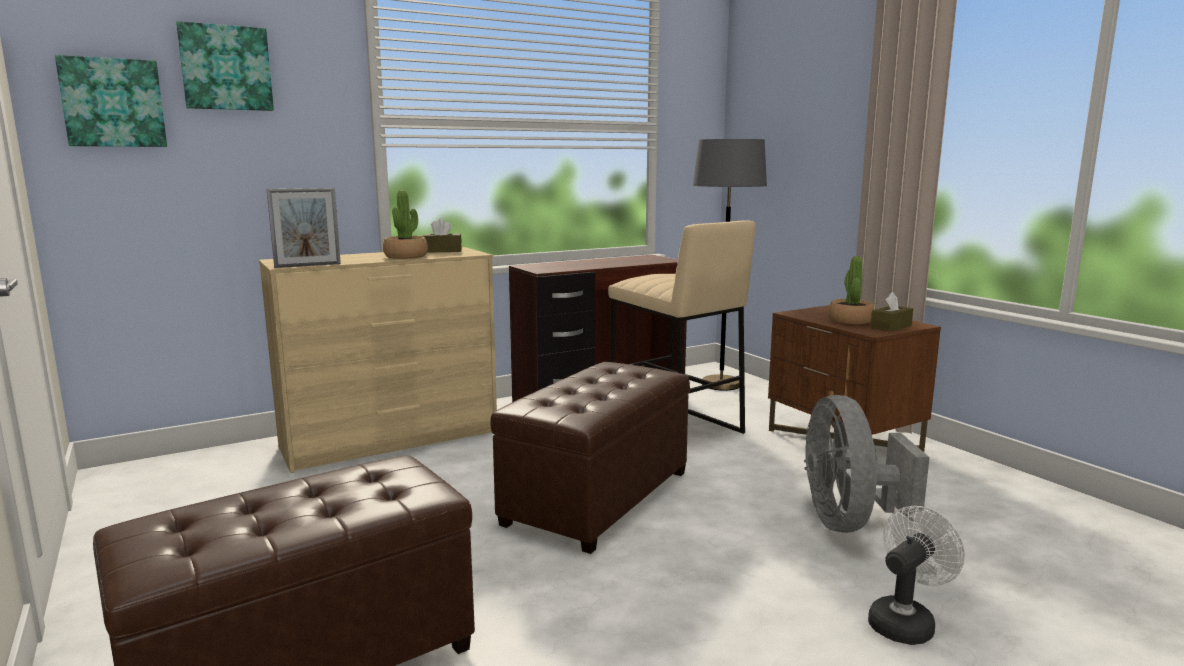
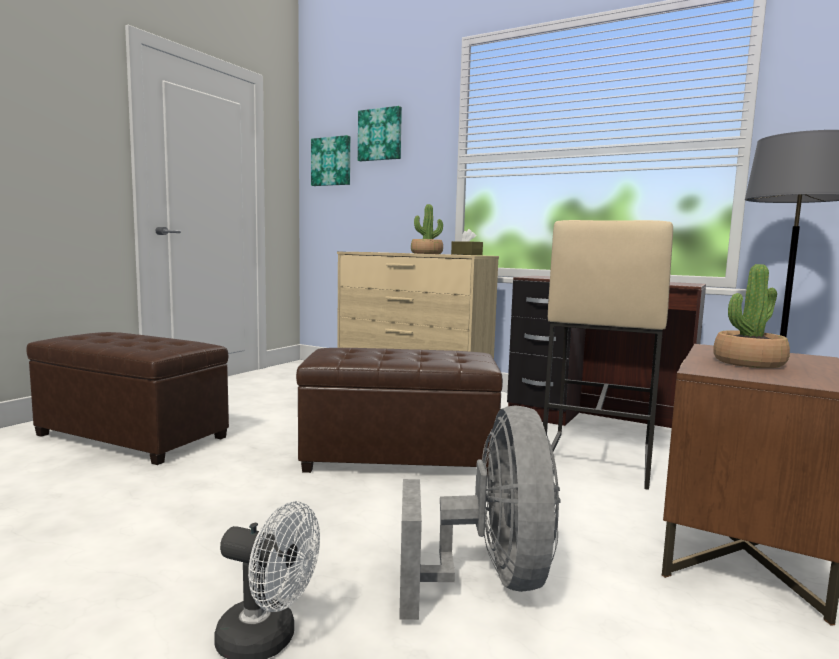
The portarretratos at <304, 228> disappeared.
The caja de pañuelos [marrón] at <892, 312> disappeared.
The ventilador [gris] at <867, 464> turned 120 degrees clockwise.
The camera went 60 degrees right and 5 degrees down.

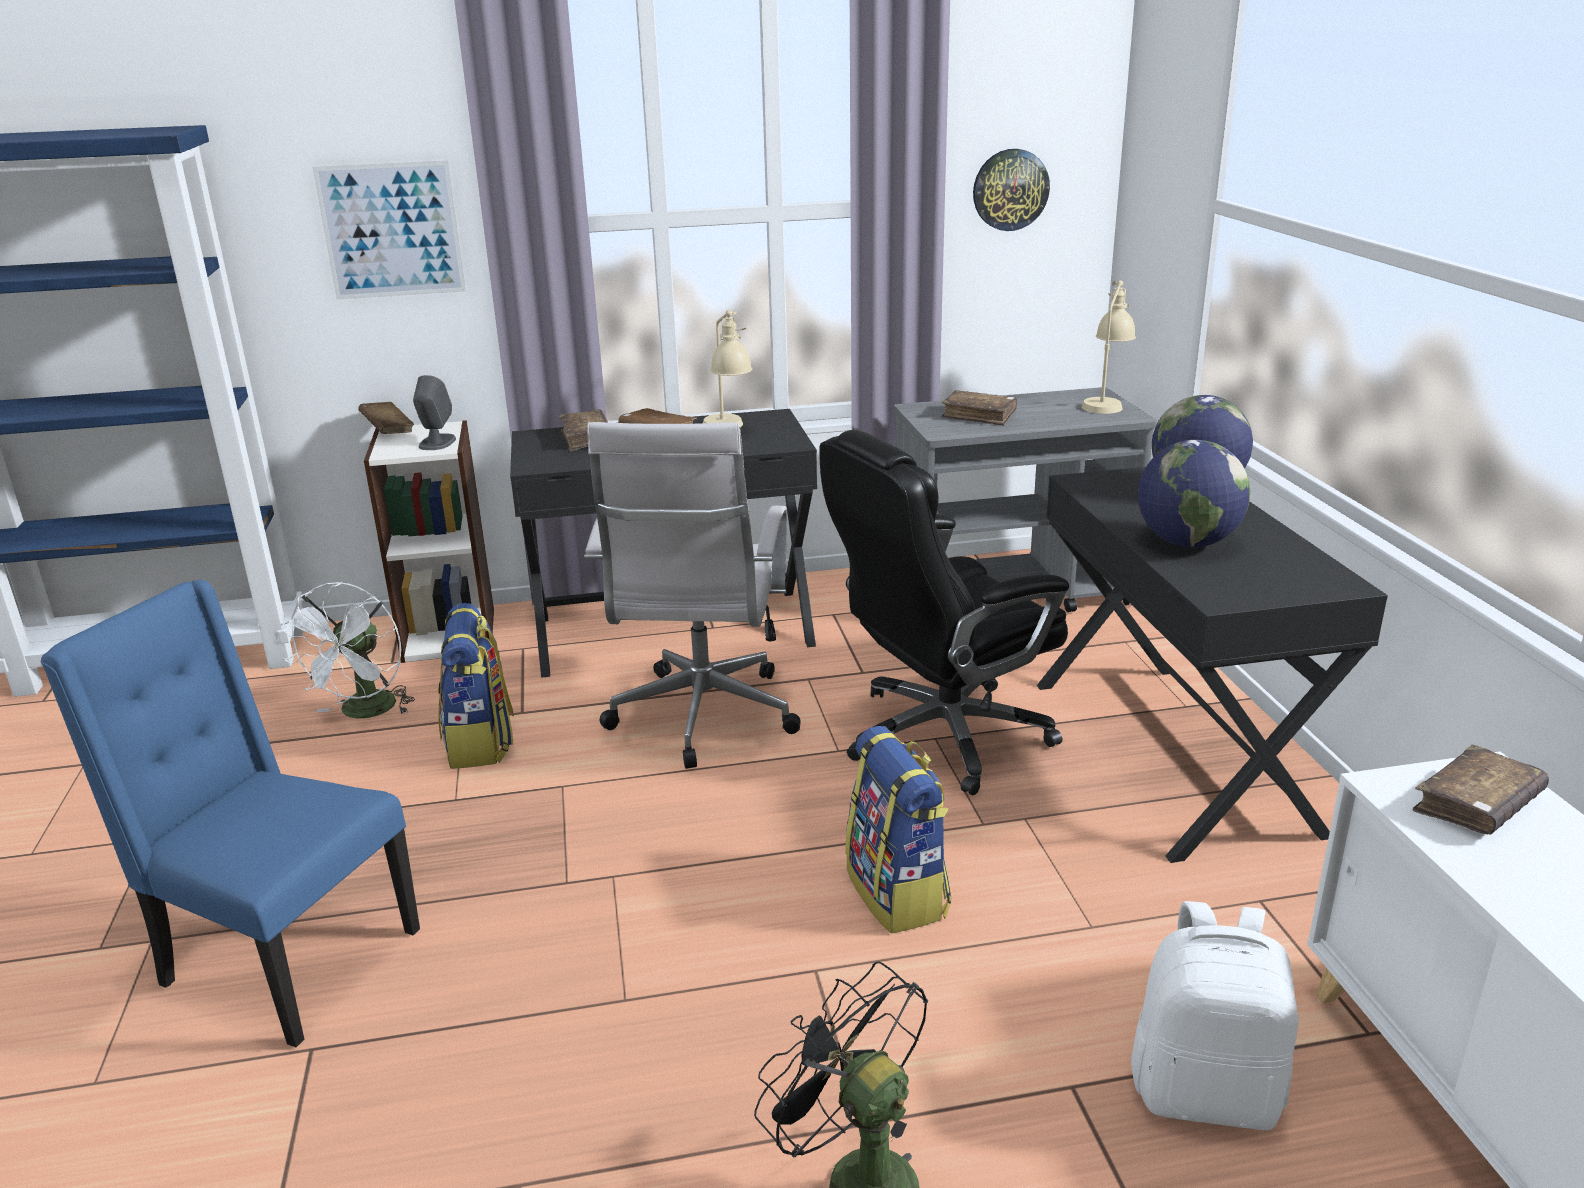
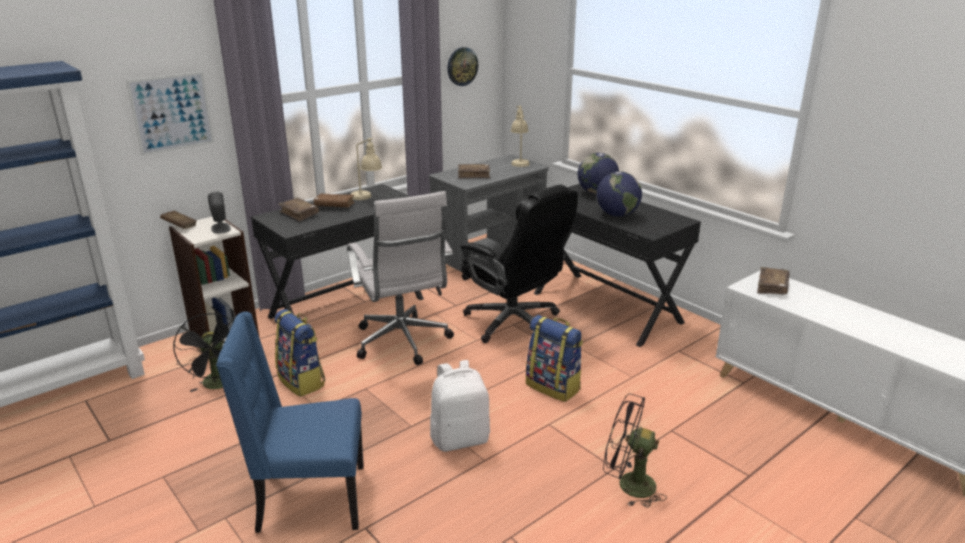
The mochila [blanco] moved from <1214, 1015> to <460, 406>.
The ventilador [blanco] at <348, 650> became the ventilador [negro] at <203, 352>.
The silla de oficina [negro] at <944, 612> turned 75 degrees counterclockwise.
The camera went 30 degrees left and 0 degrees up.

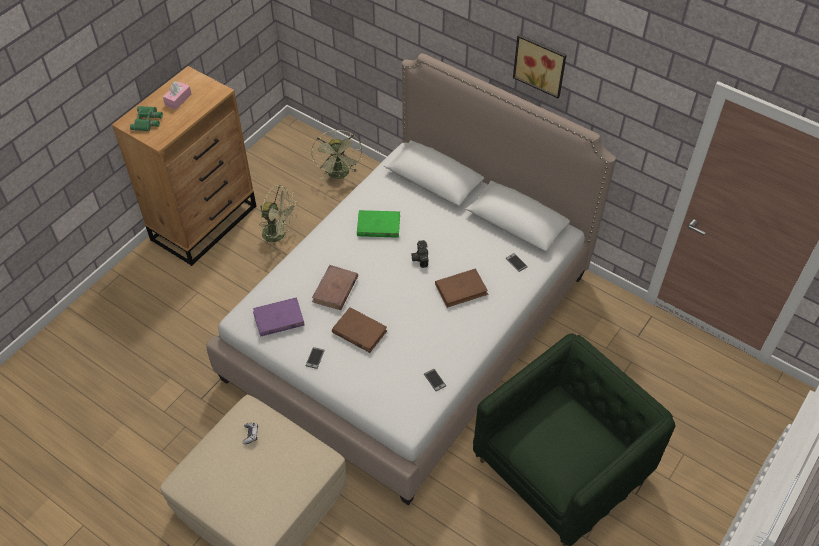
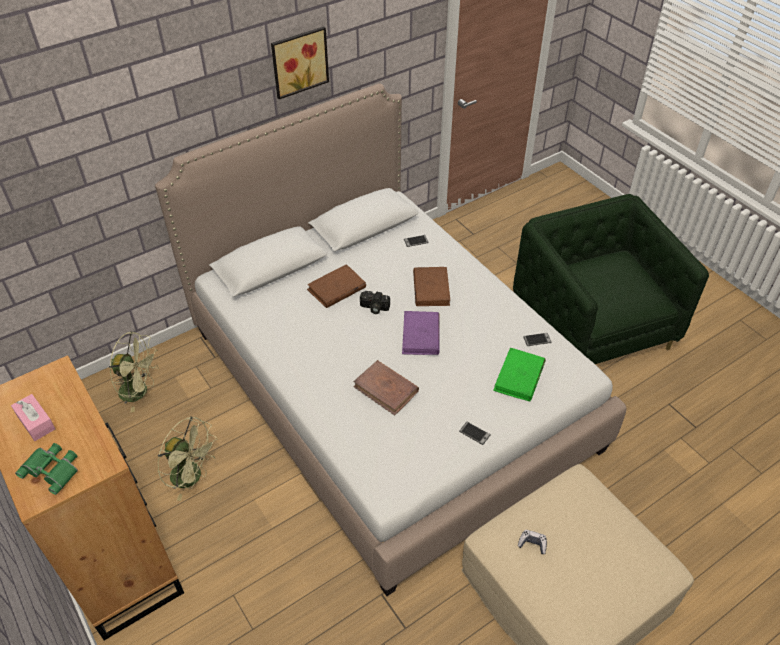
The libro [morado] moved from <279, 317> to <421, 333>.
The libro [marrón] moved from <359, 330> to <336, 286>.
The libro [verde] moved from <378, 224> to <519, 375>.
The ventilador [verde] at <278, 217> turned 75 degrees clockwise.
The camera went 70 degrees left and 5 degrees down.

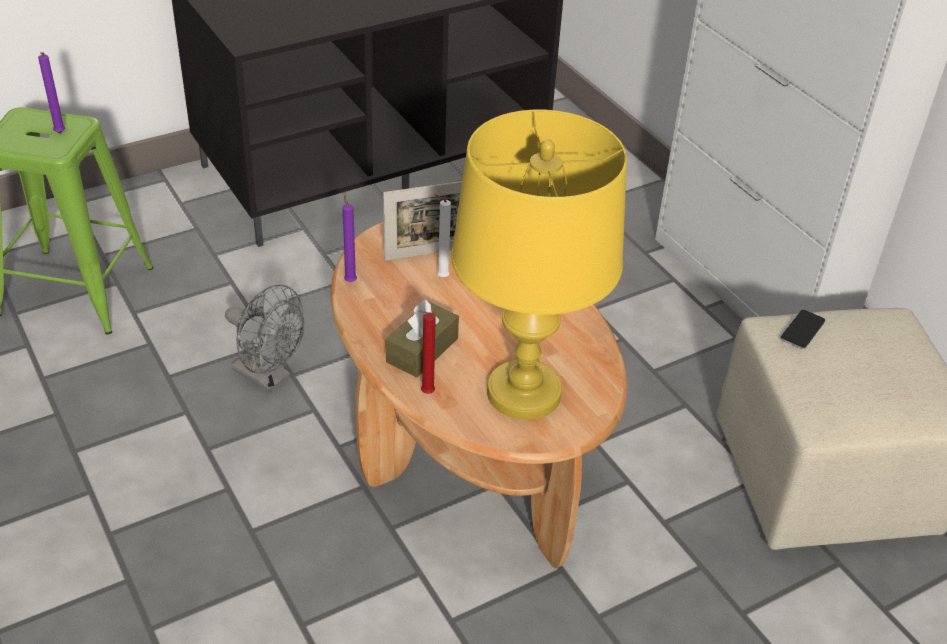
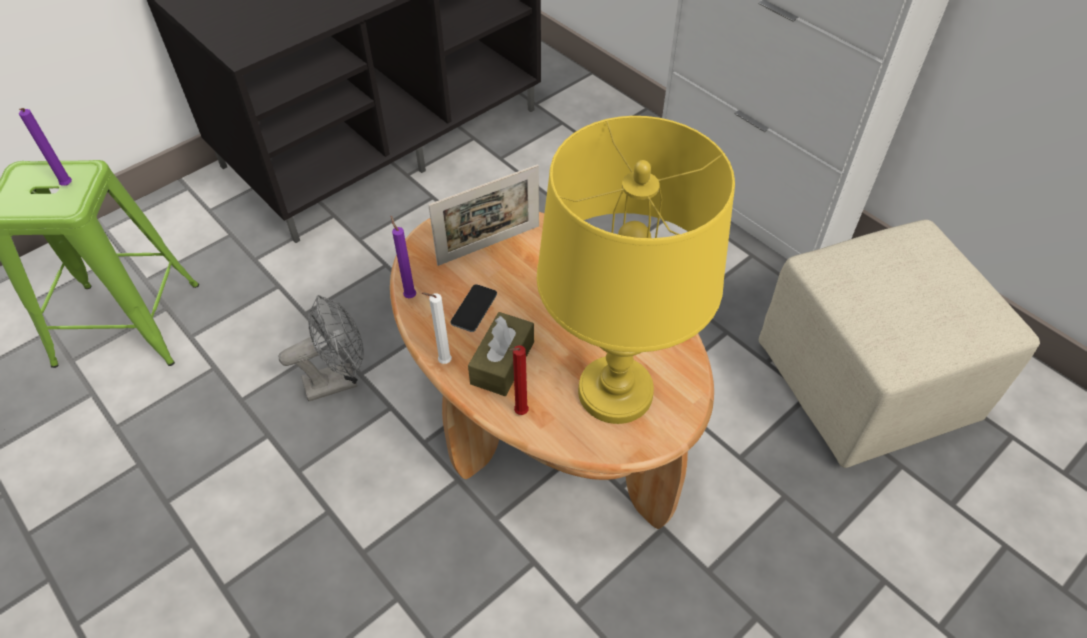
The vela [blanco] moved from <442, 235> to <437, 328>.
The móvil moved from <803, 329> to <474, 308>.
The ventilador [gris] at <264, 337> turned 45 degrees counterclockwise.
The camera went 10 degrees left and 10 degrees up.

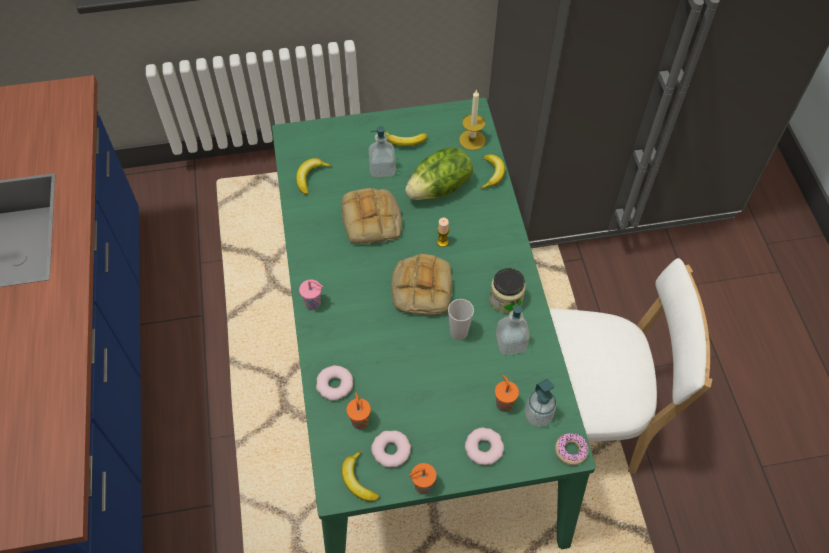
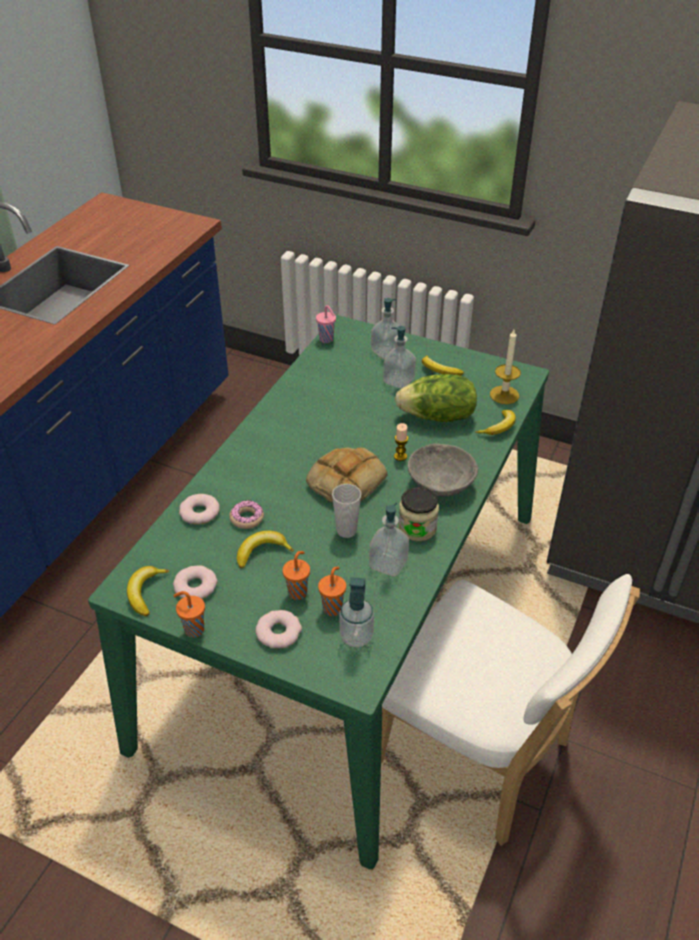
The pan at <372, 216> disappeared.
The dispensador de jabón at <385, 328> appeared.
The cuenco [gris] at <443, 470> appeared.
The plátano moved from <314, 176> to <265, 549>.
The taza [rosa] moved from <311, 295> to <326, 324>.
The taza [naranja] moved from <358, 410> to <296, 575>.
The rosquilla moved from <571, 449> to <246, 514>.
The camera went 35 degrees right and 15 degrees down.

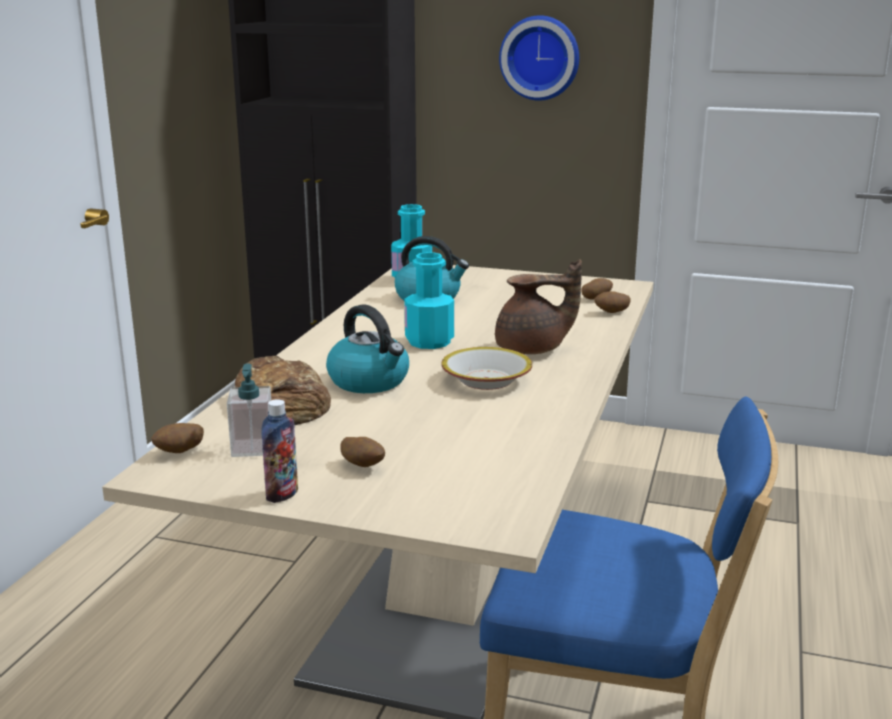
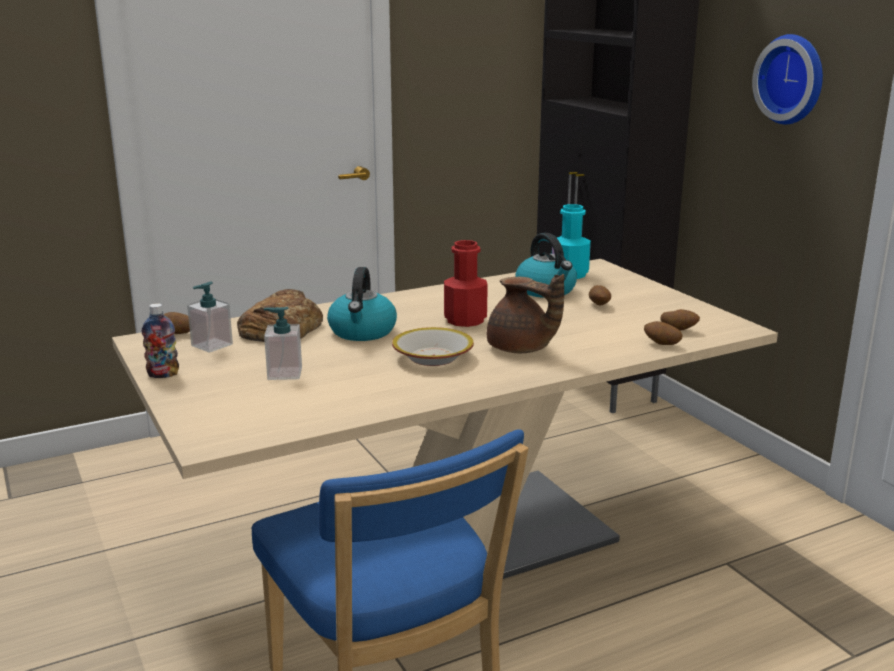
The dispensador de jabón at <283, 343> appeared.
The patata moved from <362, 452> to <600, 295>.
The botella [turquesa] at <429, 300> became the botella [rojo] at <466, 283>.
The camera went 45 degrees right and 0 degrees up.

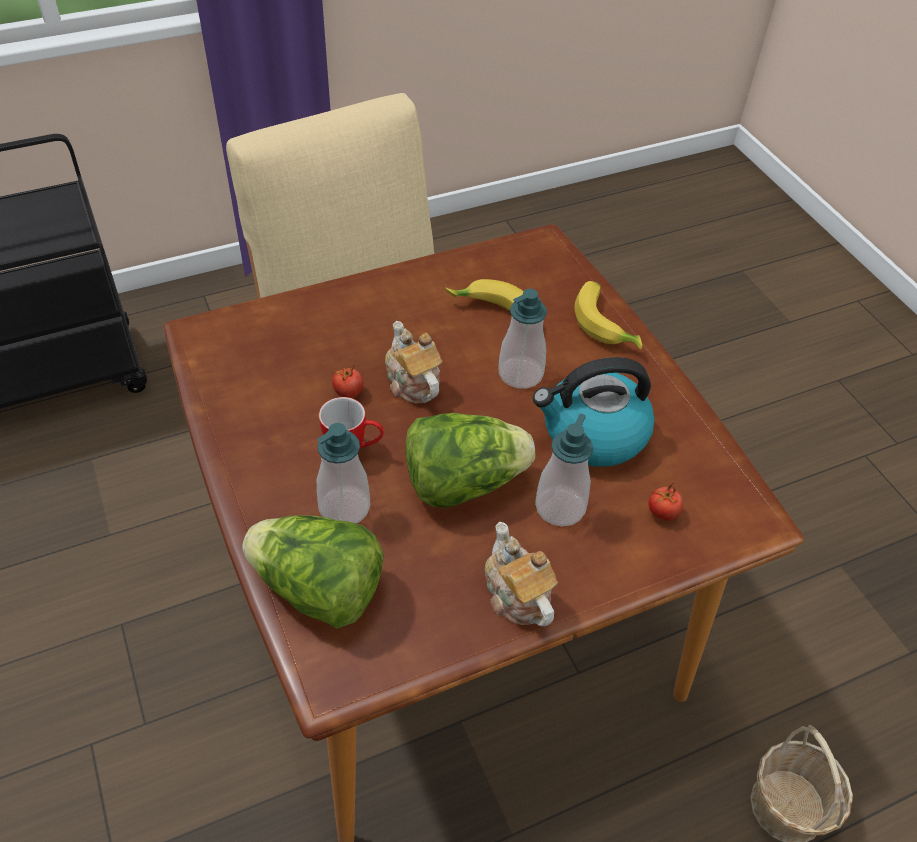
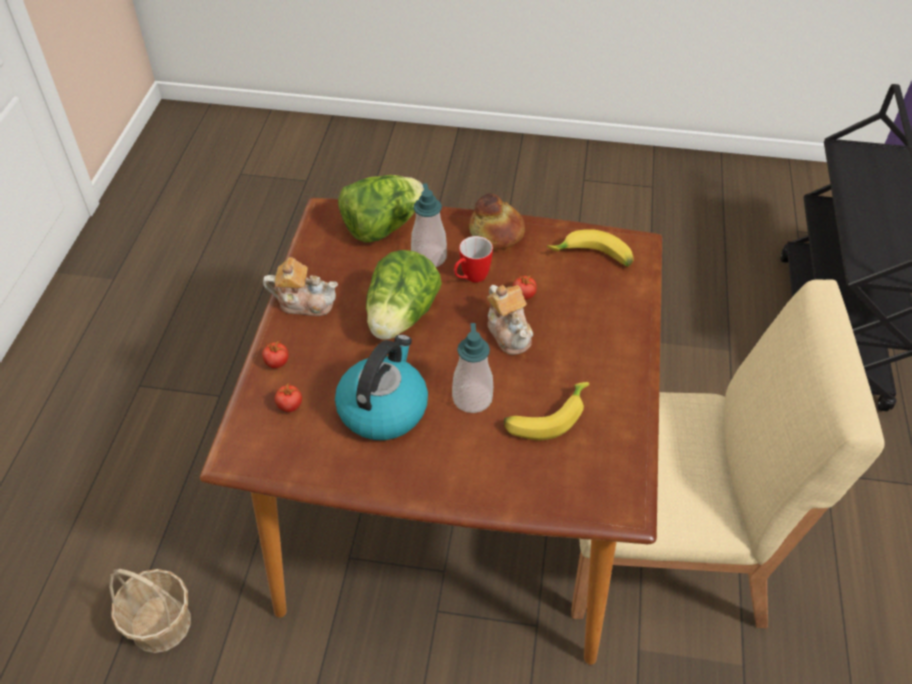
The dispensador de jabón at <564, 470> disappeared.
The tomate at <275, 354> appeared.
The pan at <497, 221> appeared.
The plátano moved from <608, 315> to <590, 248>.
The tetera at <413, 362> turned 60 degrees clockwise.
The camera went 125 degrees right and 0 degrees up.

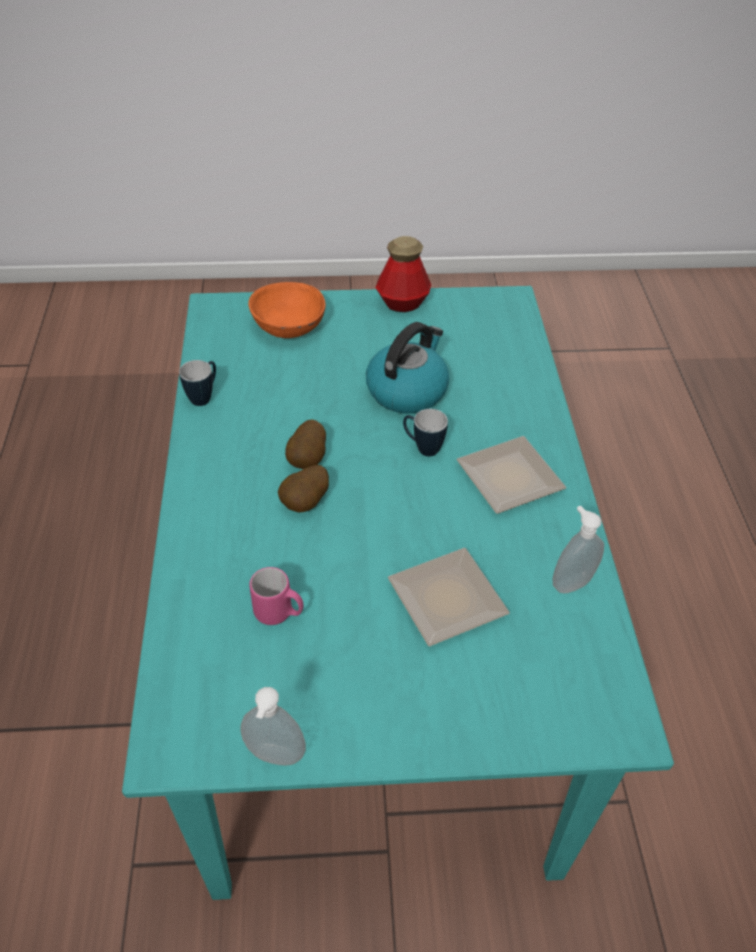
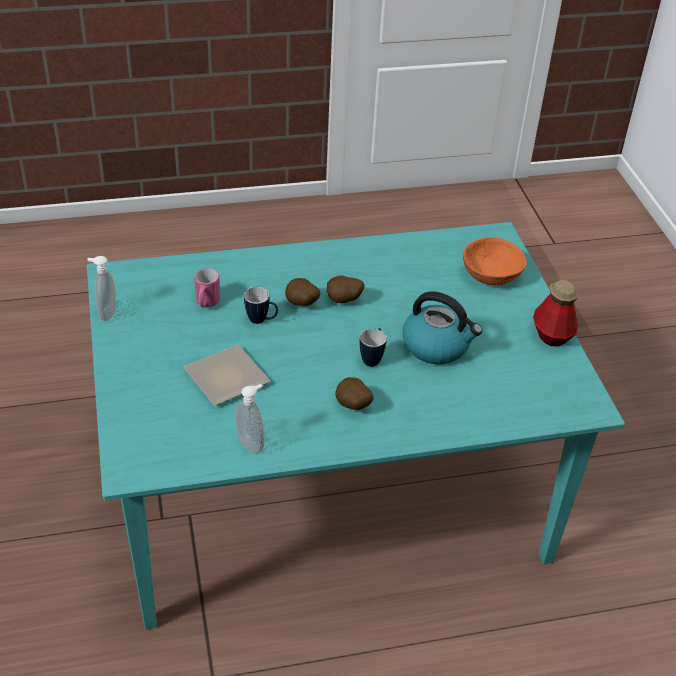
The taza grande moved from <197, 383> to <261, 305>.
The plato at <511, 475> was replaced by the patata at <354, 393>.
The camera went 80 degrees right and 5 degrees down.

